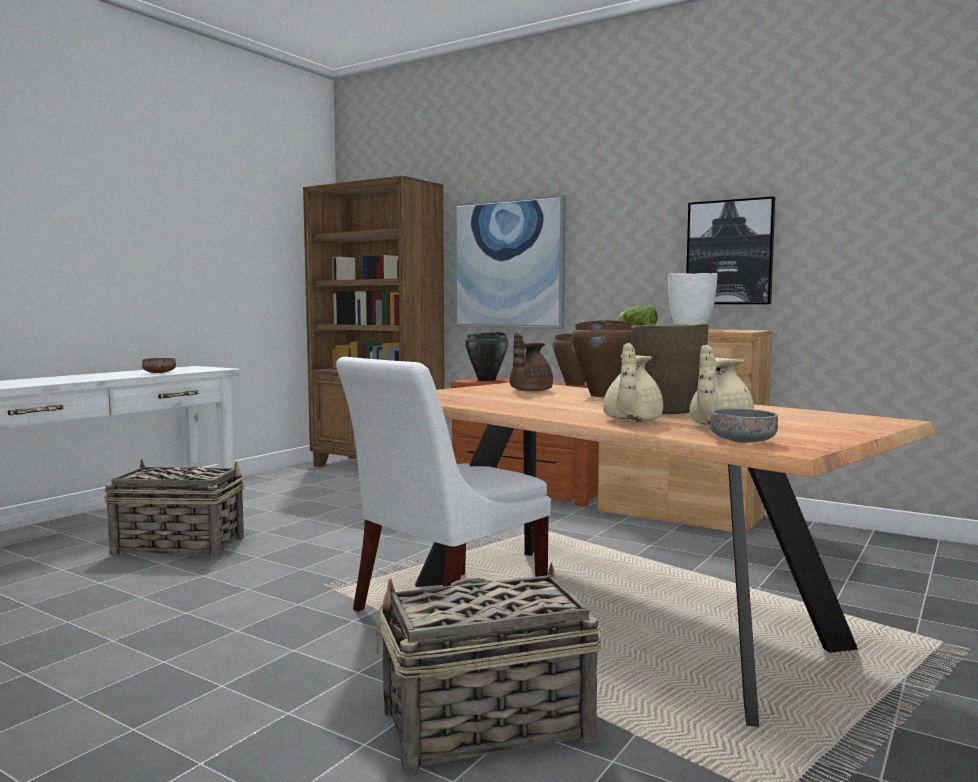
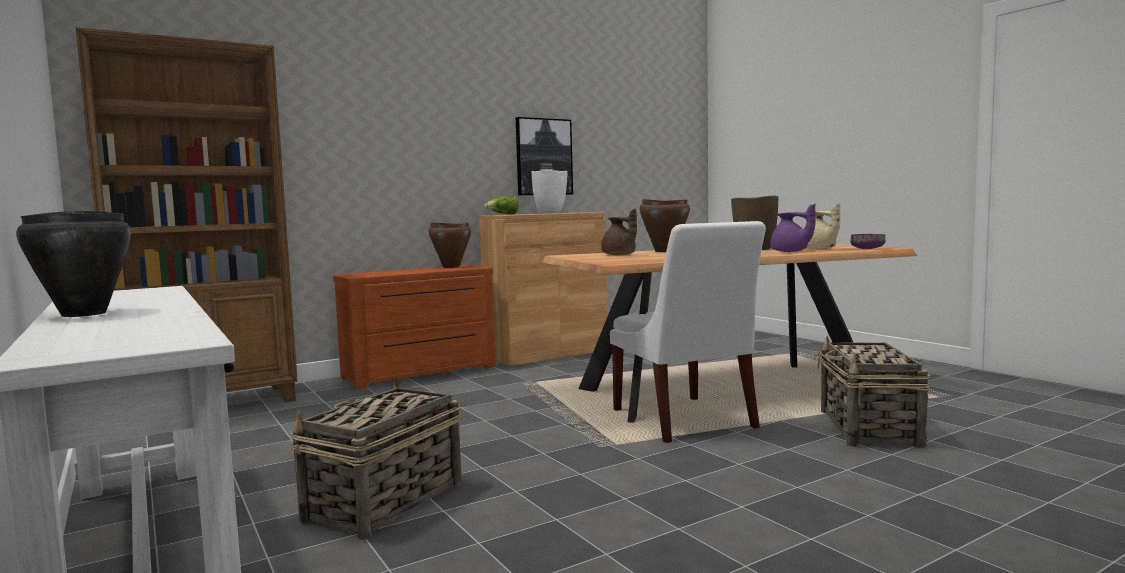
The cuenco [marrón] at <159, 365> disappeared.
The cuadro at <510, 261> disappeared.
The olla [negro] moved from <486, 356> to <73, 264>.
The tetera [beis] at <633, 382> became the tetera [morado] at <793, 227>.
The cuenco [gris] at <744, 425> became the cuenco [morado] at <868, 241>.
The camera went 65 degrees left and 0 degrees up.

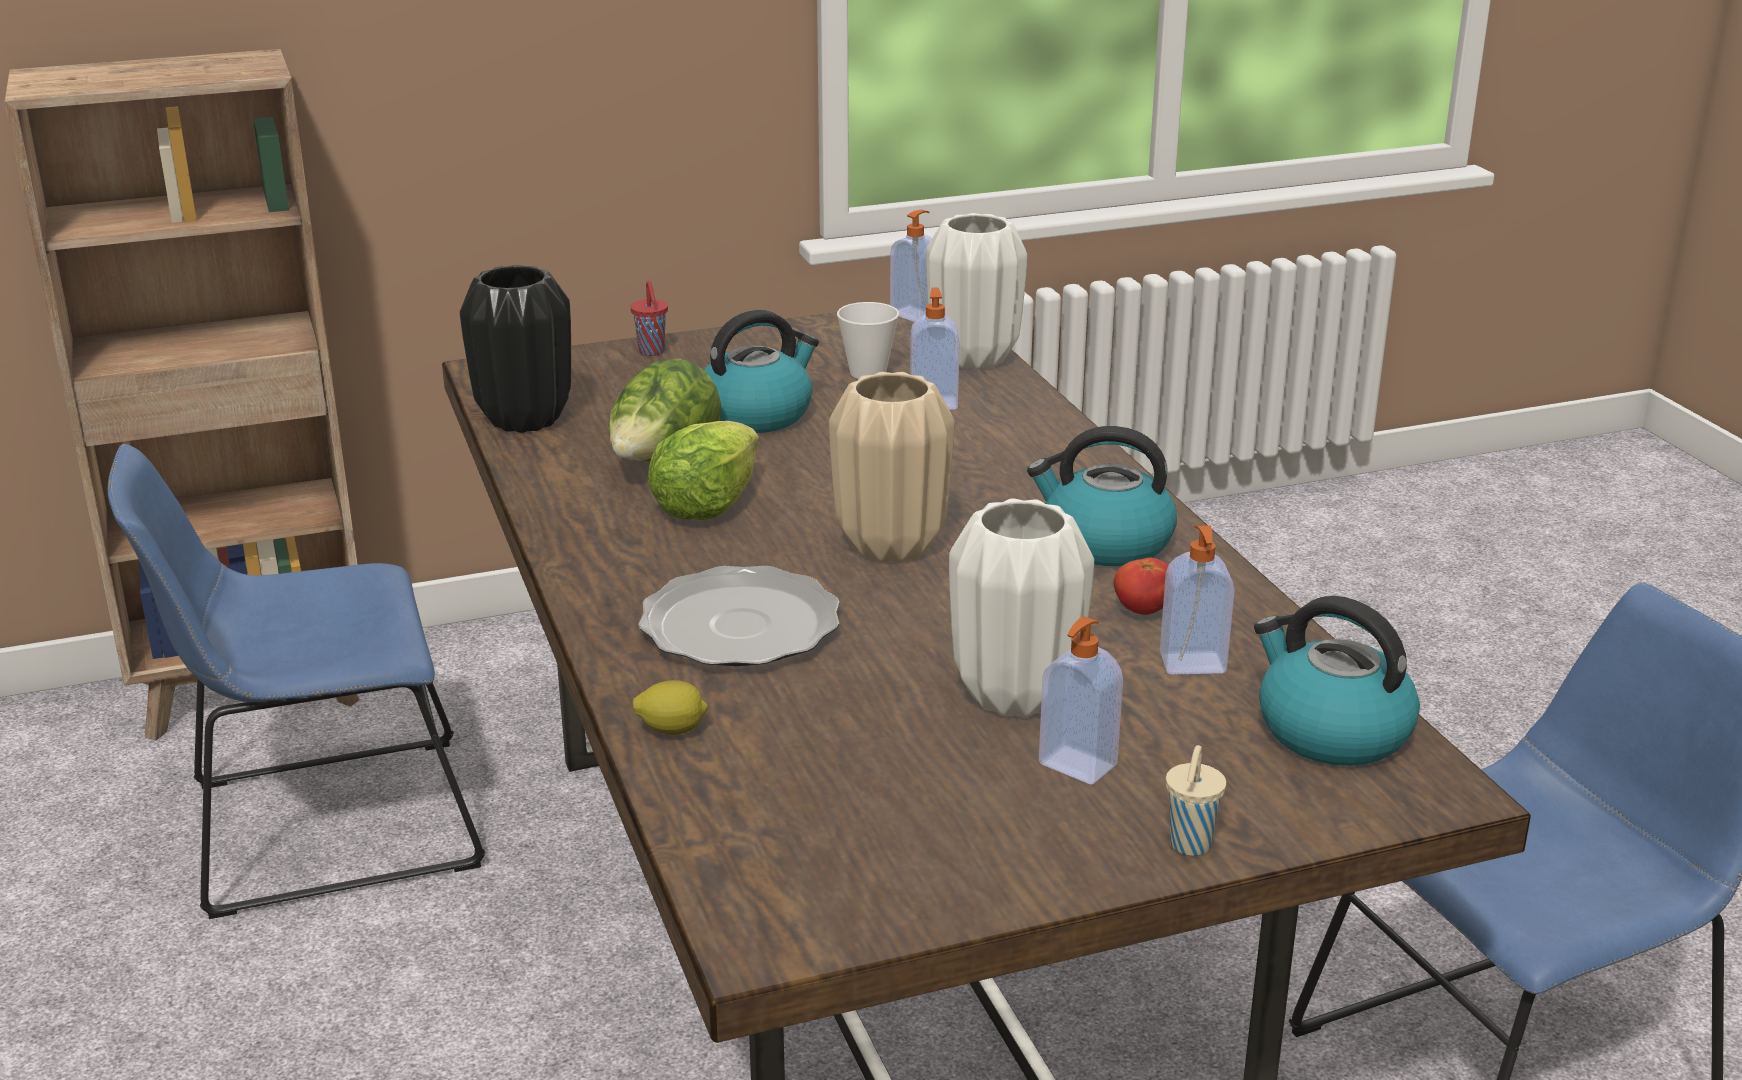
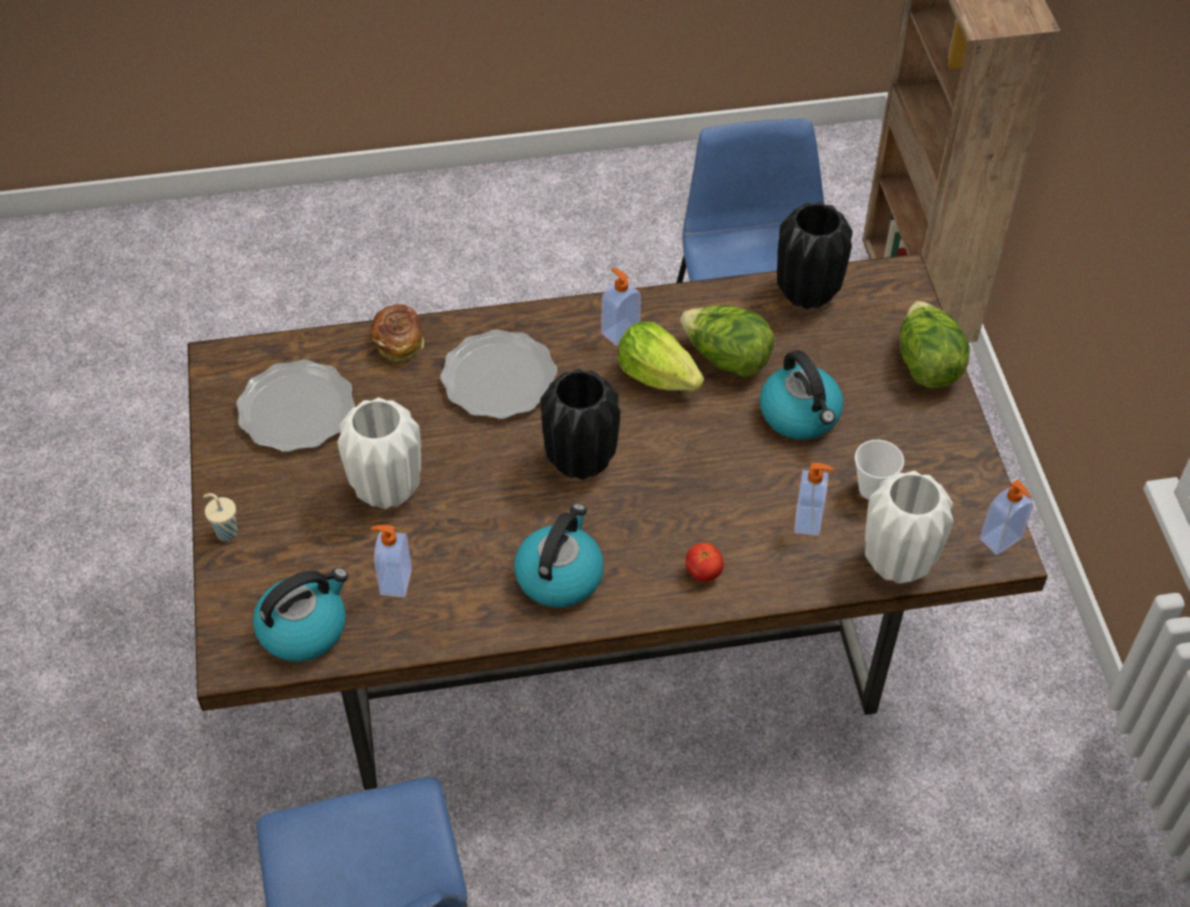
The plato at <295, 406> appeared.
The dispensador de jabón moved from <1081, 700> to <621, 307>.
The tomate moved from <1141, 586> to <704, 562>.
The taza [rojo] at <649, 318> was replaced by the lechuga at <935, 344>.
The limón at <670, 707> was replaced by the pan at <397, 333>.
The florero [beis] at <892, 467> became the florero [negro] at <580, 424>.
The camera went 100 degrees right and 25 degrees up.

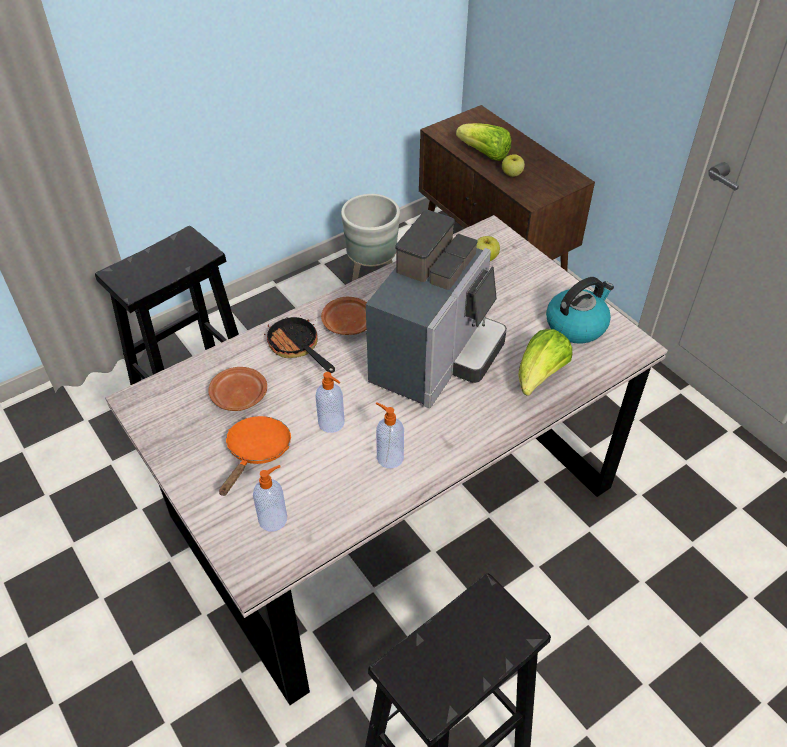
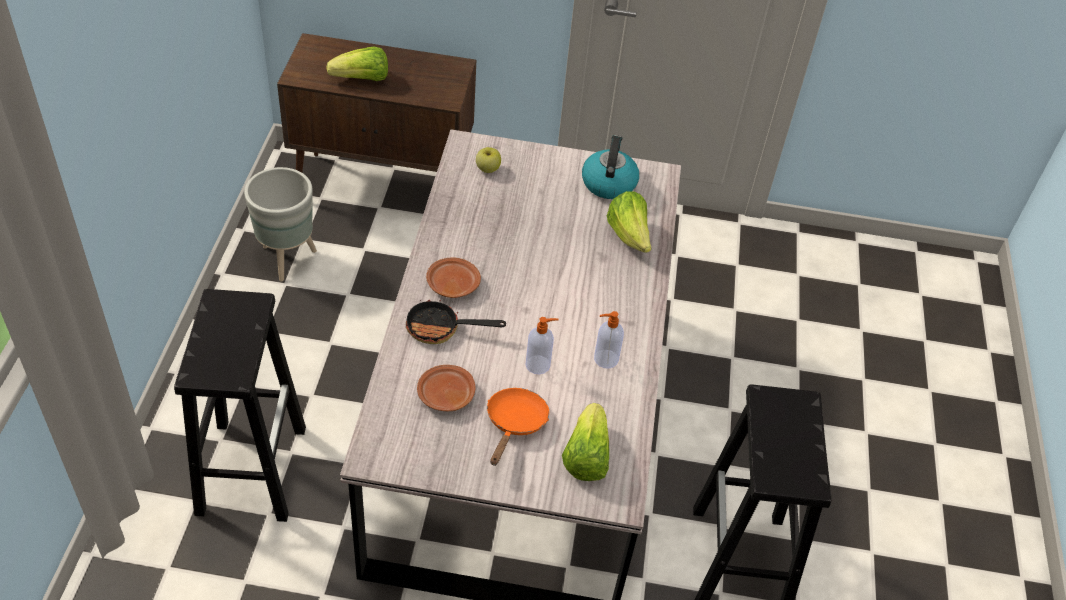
The cafetera at <436, 309> disappeared.
The manzana at <513, 165> disappeared.
The dispensador de jabón at <270, 498> was replaced by the lechuga at <585, 442>.
The sartén [naranja] at <255, 456> turned 45 degrees clockwise.
The camera went 50 degrees left and 0 degrees up.

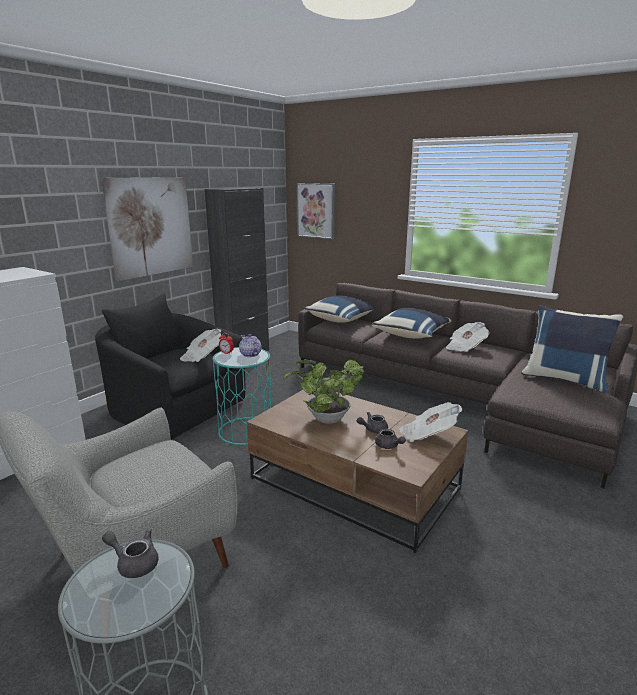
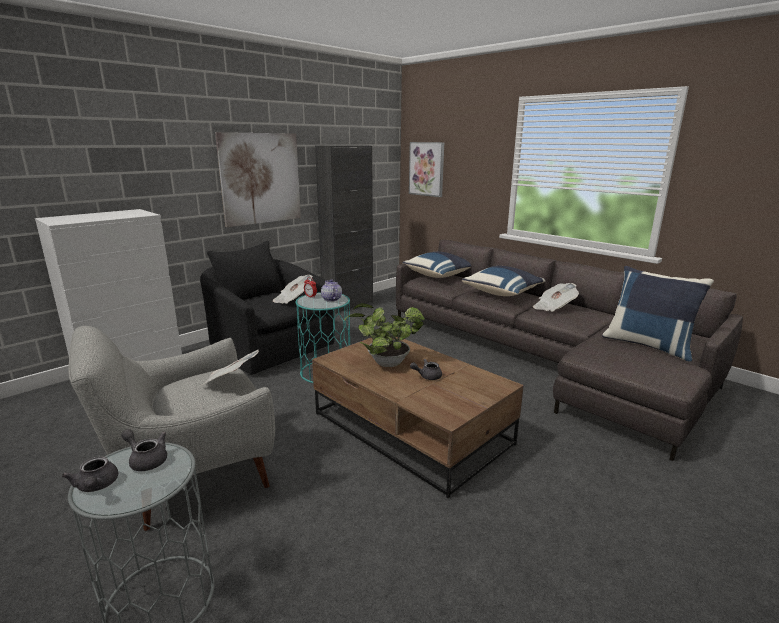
The tetera [gris] moved from <390, 439> to <90, 474>.
The periódico moved from <431, 422> to <230, 367>.
The camera went 10 degrees right and 0 degrees up.

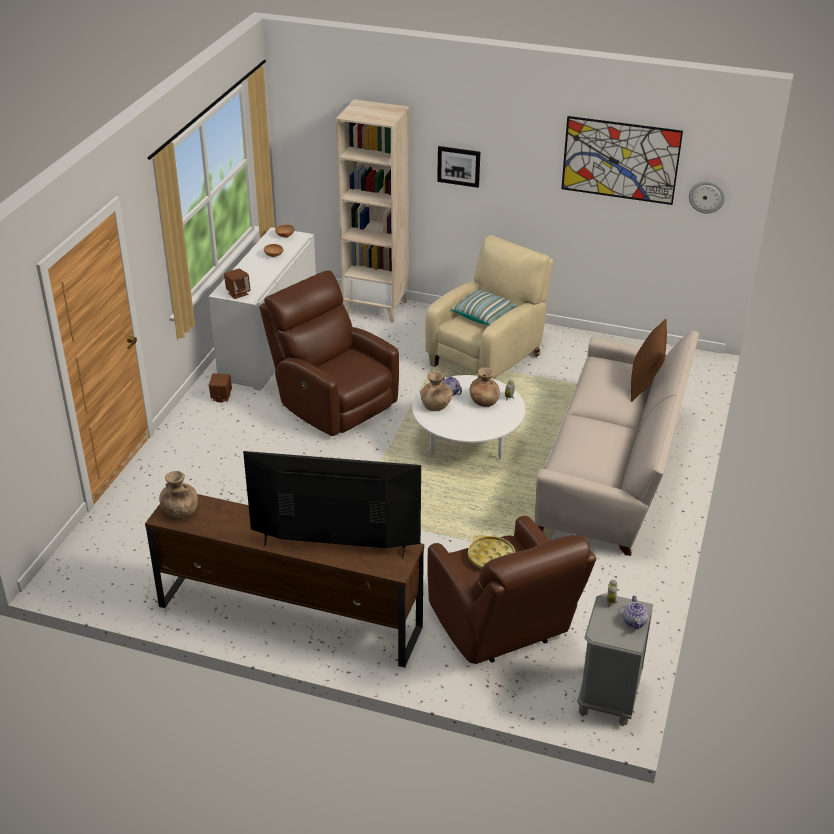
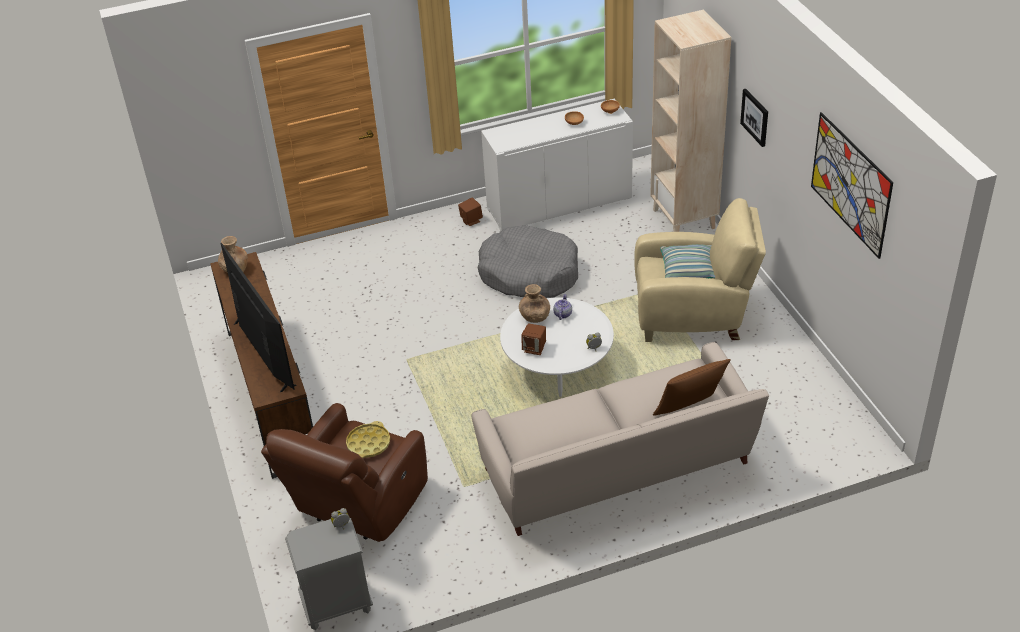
The florero [marrón] at <485, 387> disappeared.
The tetera at <635, 612> disappeared.
The reloj de pared at <707, 197> disappeared.
The altavoz [marrón] moved from <237, 283> to <533, 339>.
The sillón [marrón] at <329, 353> was replaced by the cama para perro [gris] at <528, 261>.
The camera went 55 degrees right and 5 degrees up.

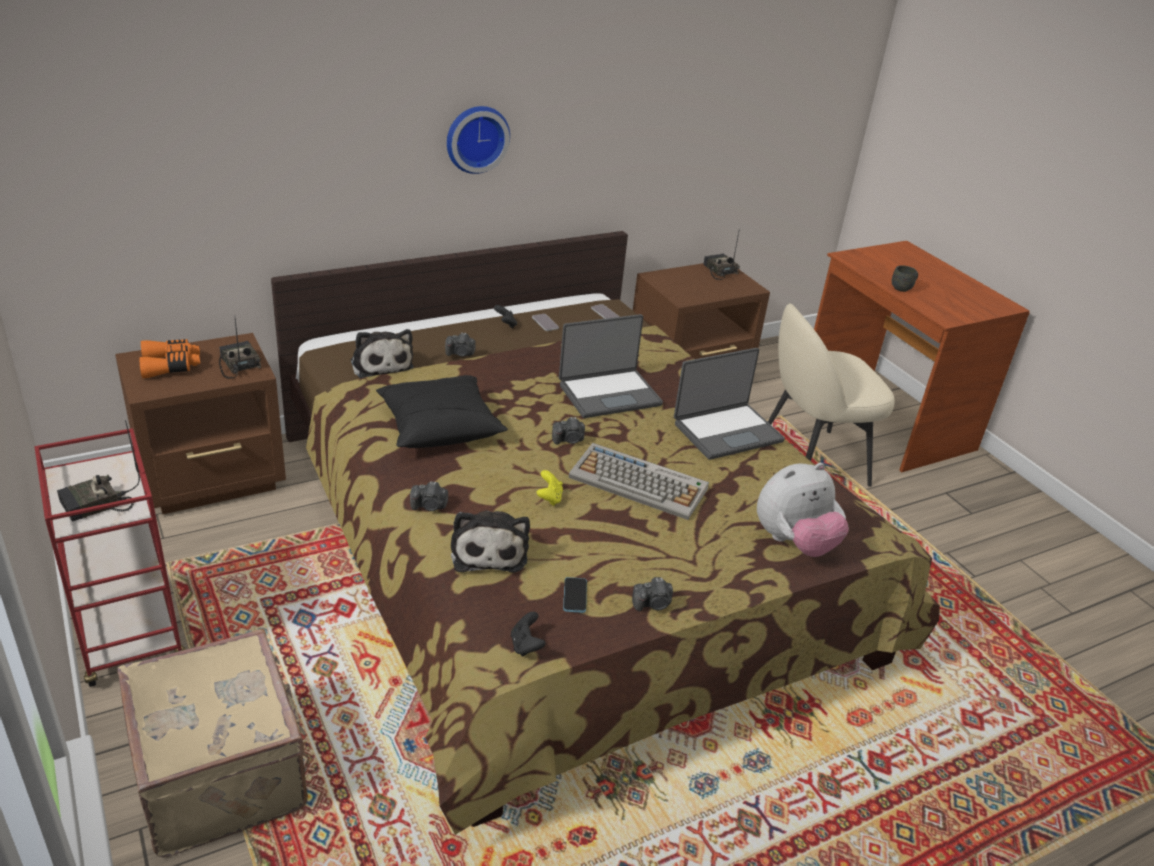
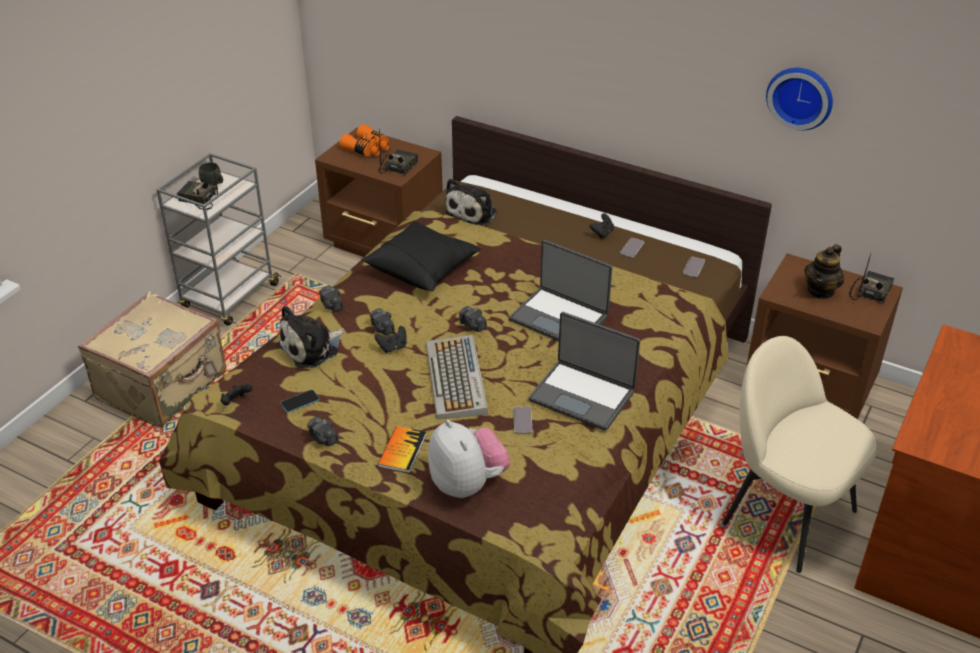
The libro at <402, 449> appeared.
The móvil at <522, 420> appeared.
The tetera at <824, 272> appeared.
The cámara moved from <460, 344> to <382, 321>.
The reloj de pared moved from <478, 140> to <799, 99>.
The taza grande [gris] moved from <905, 278> to <211, 174>.
The carrito [rojo] at <110, 557> became the carrito [gris] at <218, 239>.
The mando de consola [amarillo] at <550, 488> became the mando de consola [negro] at <390, 339>.
The peluche at <803, 510> turned 150 degrees counterclockwise.
The camera went 60 degrees right and 5 degrees up.

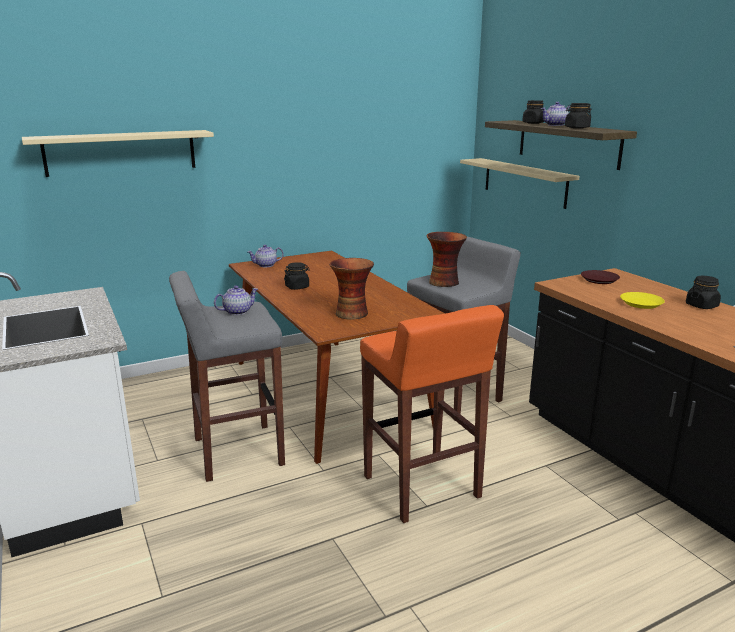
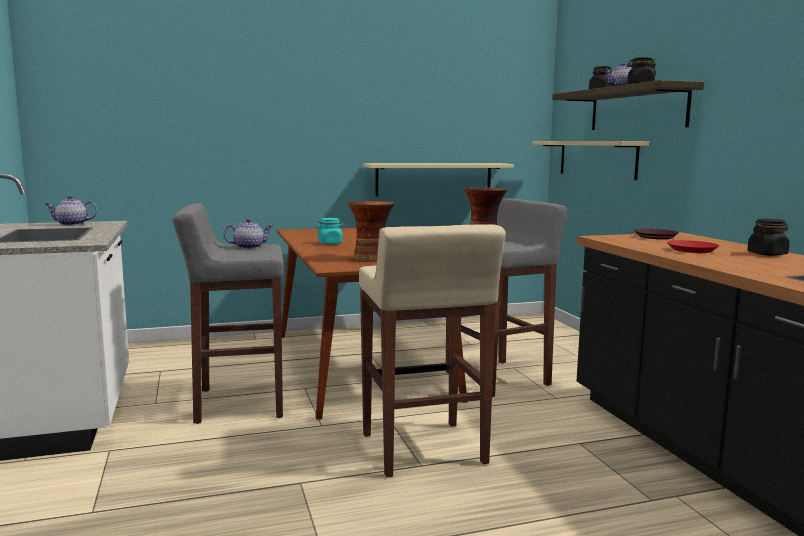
The estante [beis] moved from <118, 153> to <438, 180>.
The tetera moved from <266, 256> to <71, 211>.
The tarro [negro] at <297, 276> became the tarro [turquesa] at <331, 231>.
The taburete [naranja] at <432, 414> became the taburete [beis] at <432, 350>.
The plato [amarillo] at <642, 300> became the plato [rojo] at <693, 246>.
The camera went 10 degrees right and 10 degrees down.

